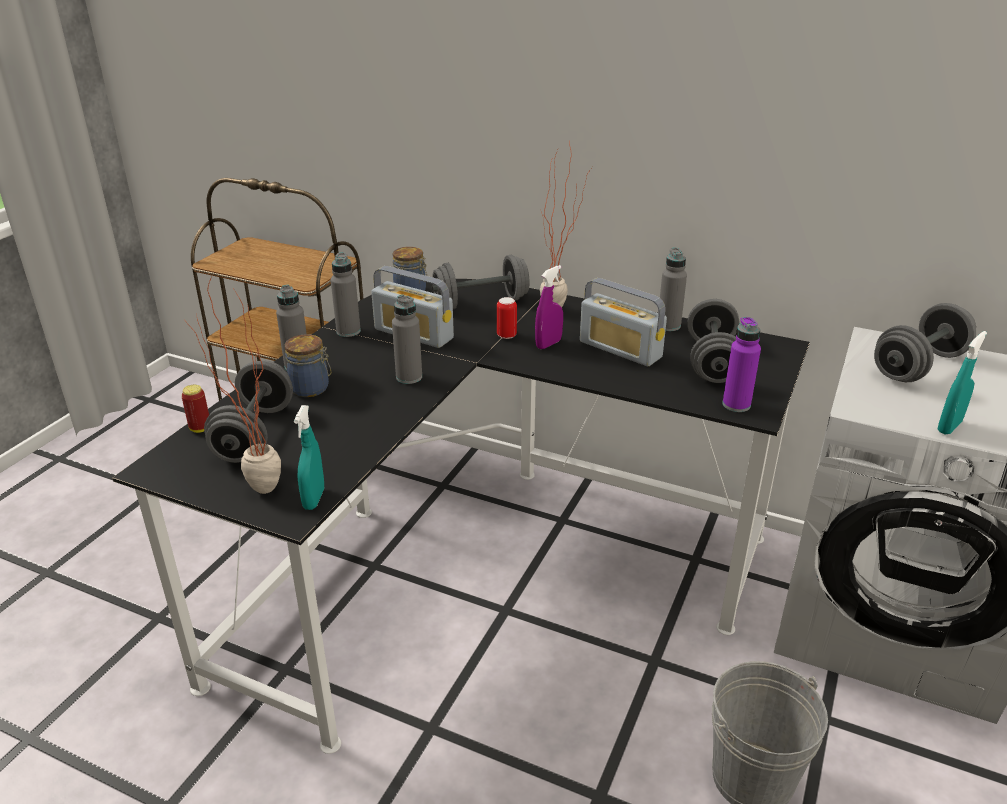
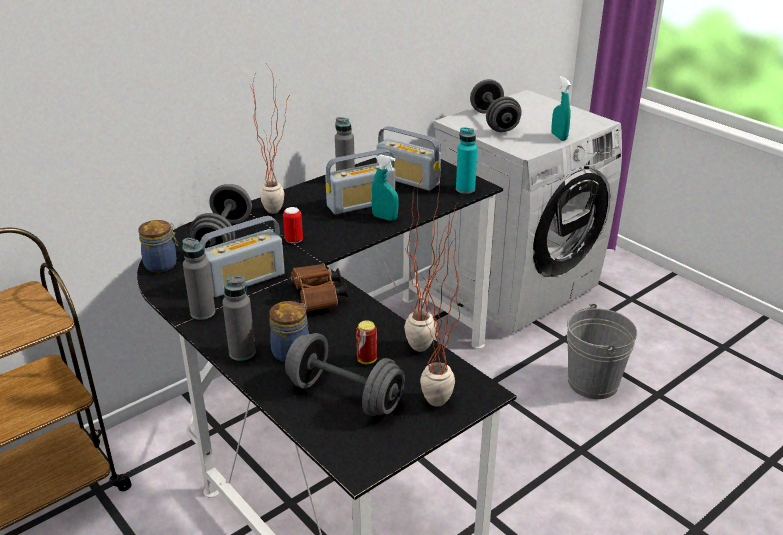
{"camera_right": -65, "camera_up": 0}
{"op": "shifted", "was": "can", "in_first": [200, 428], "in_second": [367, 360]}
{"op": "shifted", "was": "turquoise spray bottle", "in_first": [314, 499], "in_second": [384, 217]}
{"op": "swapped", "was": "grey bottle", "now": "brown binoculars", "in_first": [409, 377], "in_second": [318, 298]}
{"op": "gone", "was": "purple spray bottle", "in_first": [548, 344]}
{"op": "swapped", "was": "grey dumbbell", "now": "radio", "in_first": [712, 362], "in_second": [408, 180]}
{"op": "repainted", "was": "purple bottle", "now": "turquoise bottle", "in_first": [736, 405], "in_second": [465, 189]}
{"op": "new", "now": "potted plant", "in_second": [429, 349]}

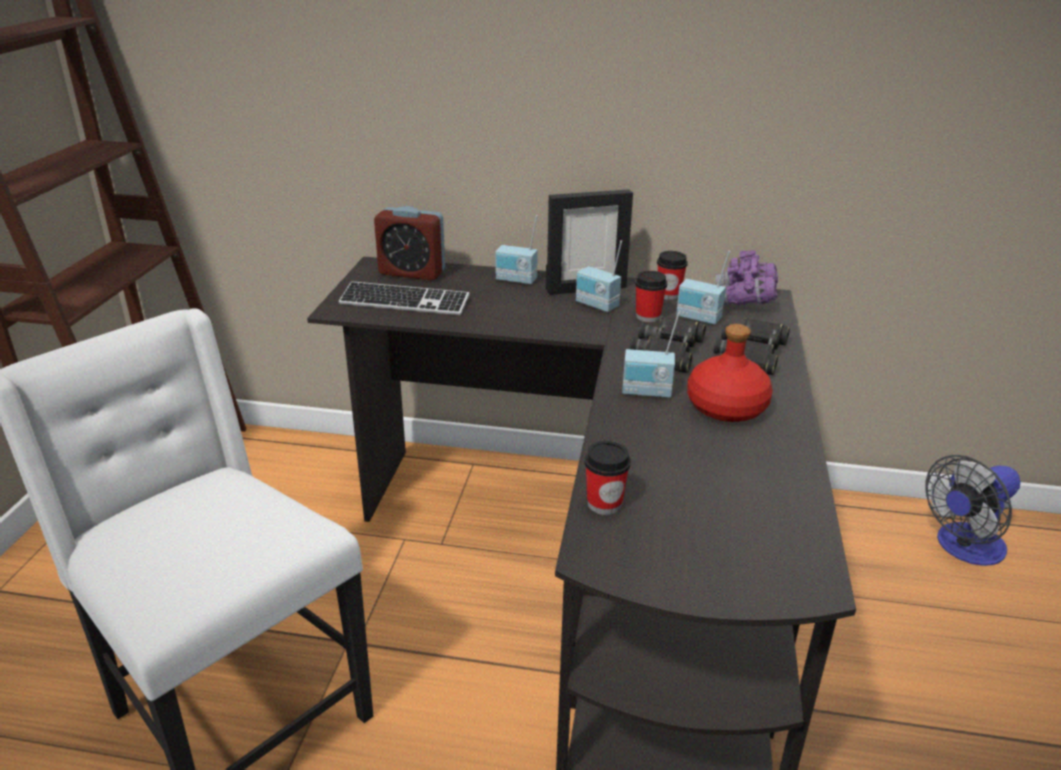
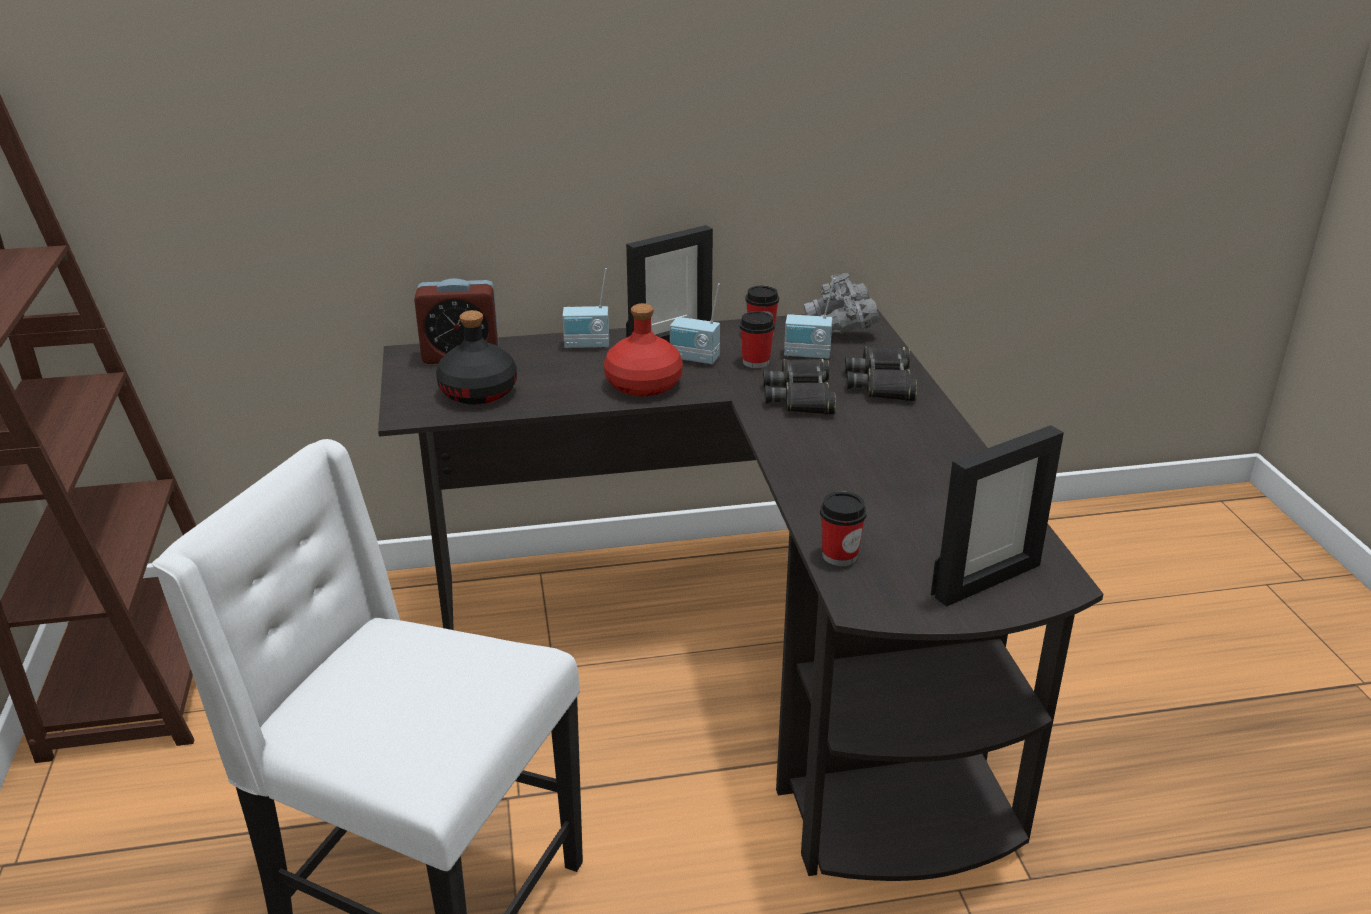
{"camera_right": -20, "camera_up": 0}
{"op": "swapped", "was": "keyboard", "now": "black bottle", "in_first": [404, 302], "in_second": [479, 392]}
{"op": "gone", "was": "radio", "in_first": [646, 393]}
{"op": "shifted", "was": "red bottle", "in_first": [725, 407], "in_second": [642, 385]}
{"op": "repainted", "was": "purple binoculars", "now": "grey binoculars", "in_first": [743, 301], "in_second": [840, 328]}
{"op": "gone", "was": "fan", "in_first": [963, 548]}
{"op": "new", "now": "picture frame", "in_second": [986, 580]}

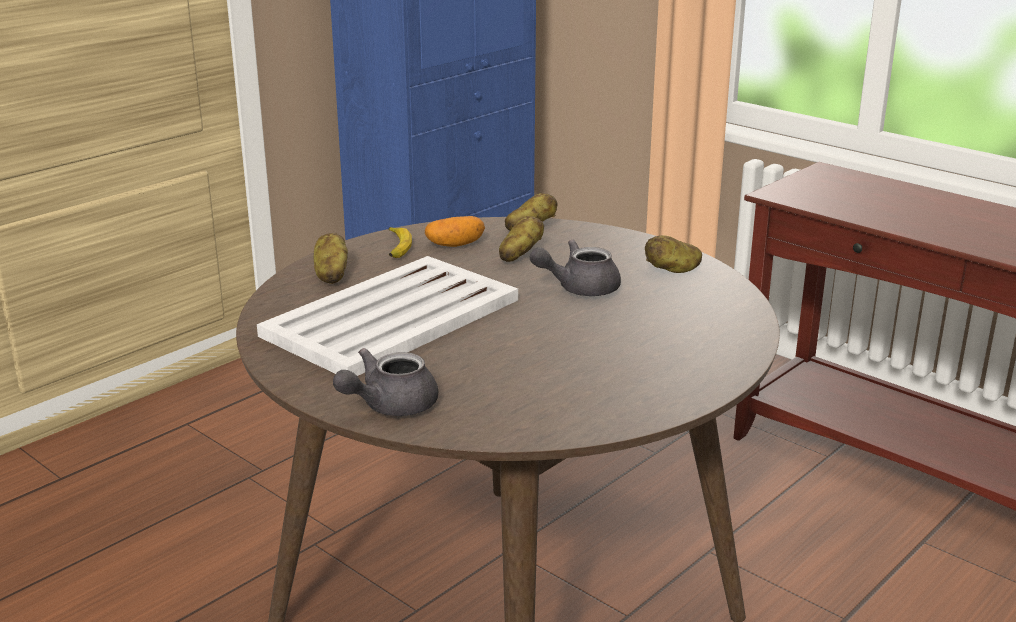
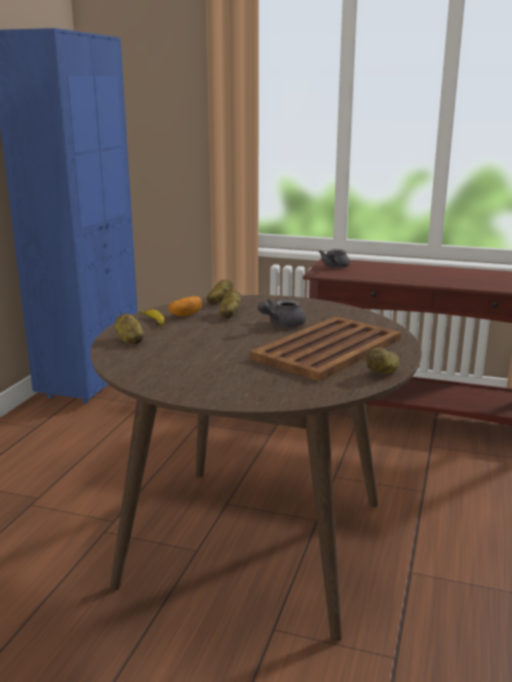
{"camera_right": -25, "camera_up": -5}
{"op": "gone", "was": "white tray", "in_first": [394, 317]}
{"op": "shifted", "was": "grey teapot", "in_first": [389, 406], "in_second": [334, 267]}
{"op": "shifted", "was": "potato", "in_first": [673, 270], "in_second": [383, 372]}
{"op": "new", "now": "brown tray", "in_second": [329, 348]}

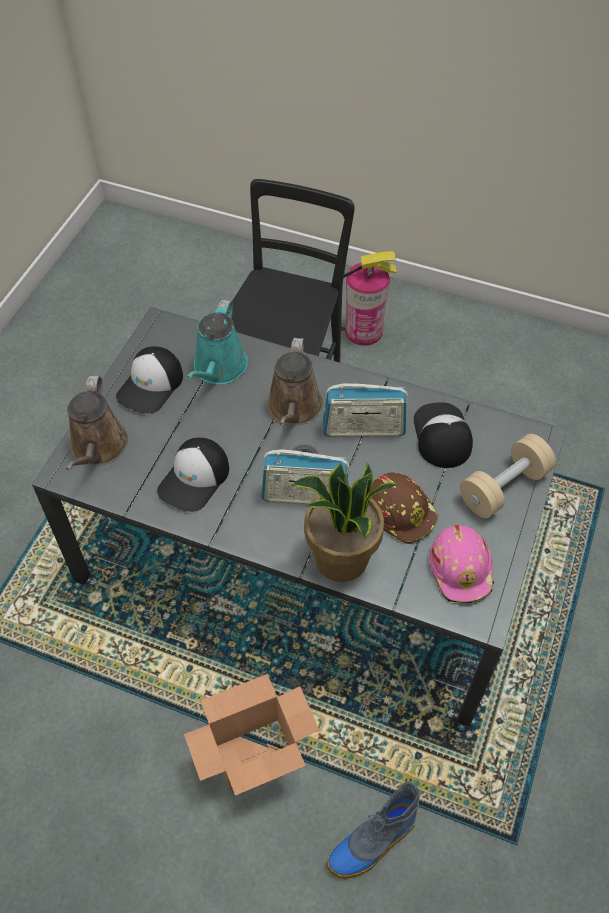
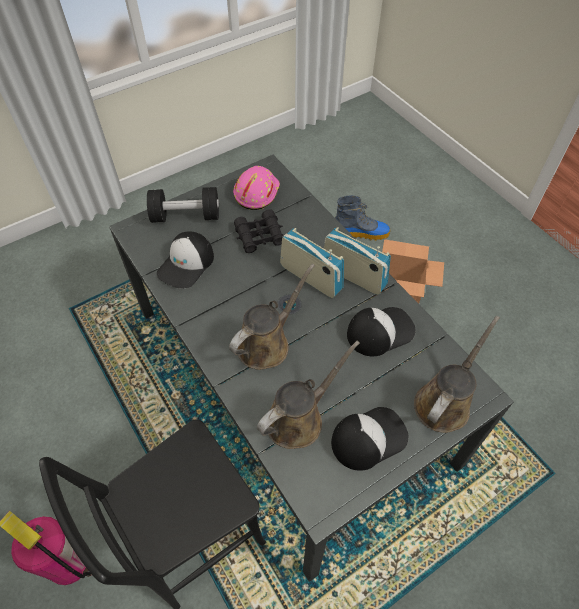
{"camera_right": -145, "camera_up": 0}
{"op": "repainted", "was": "turquoise watering can", "now": "brown watering can", "in_first": [218, 369], "in_second": [299, 418]}
{"op": "gone", "was": "potted plant", "in_first": [341, 560]}
{"op": "shifted", "was": "radio", "in_first": [363, 429], "in_second": [353, 275]}
{"op": "swapped", "was": "brown hard hat", "now": "black binoculars", "in_first": [401, 511], "in_second": [260, 236]}
{"op": "repainted", "was": "beige dumbbell", "now": "black dumbbell", "in_first": [504, 487], "in_second": [186, 216]}

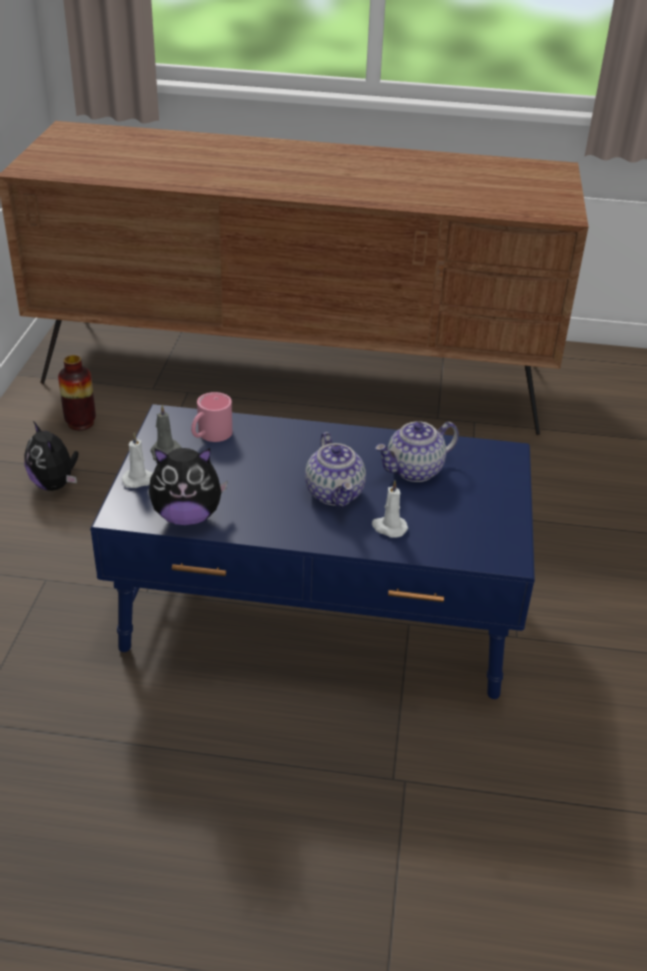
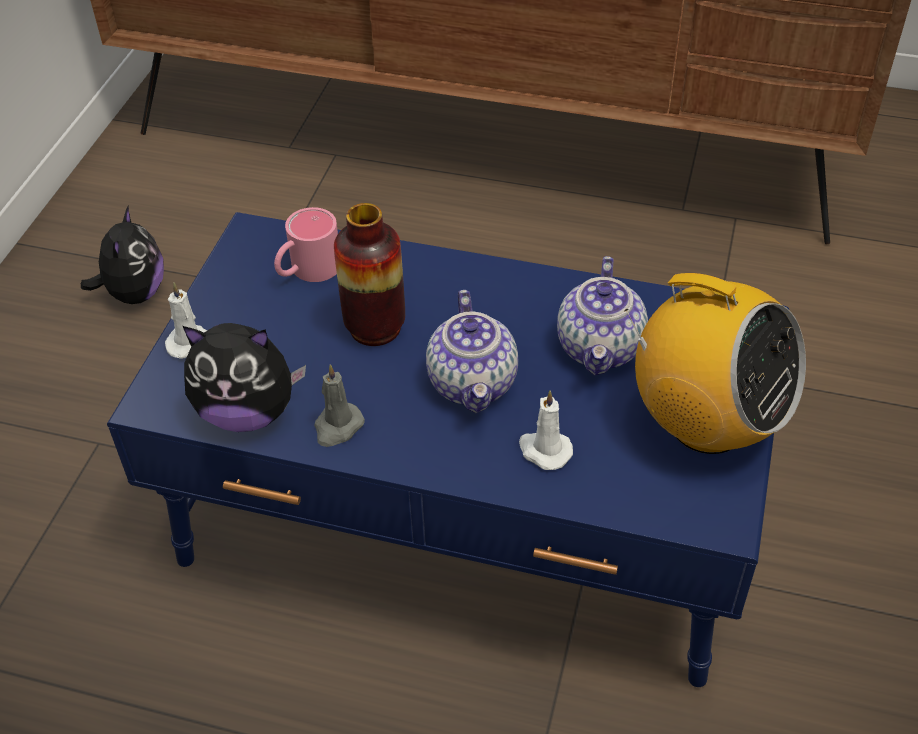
{"camera_right": 10, "camera_up": 10}
{"op": "rotated", "was": "plush toy", "in_first": [55, 484], "in_second": [135, 293], "clockwise": -150}
{"op": "shifted", "was": "vase", "in_first": [80, 423], "in_second": [375, 327]}
{"op": "shifted", "was": "grey candle", "in_first": [164, 452], "in_second": [337, 427]}
{"op": "rotated", "was": "teapot", "in_first": [414, 471], "in_second": [601, 348], "clockwise": -60}
{"op": "new", "now": "radio", "in_second": [706, 423]}

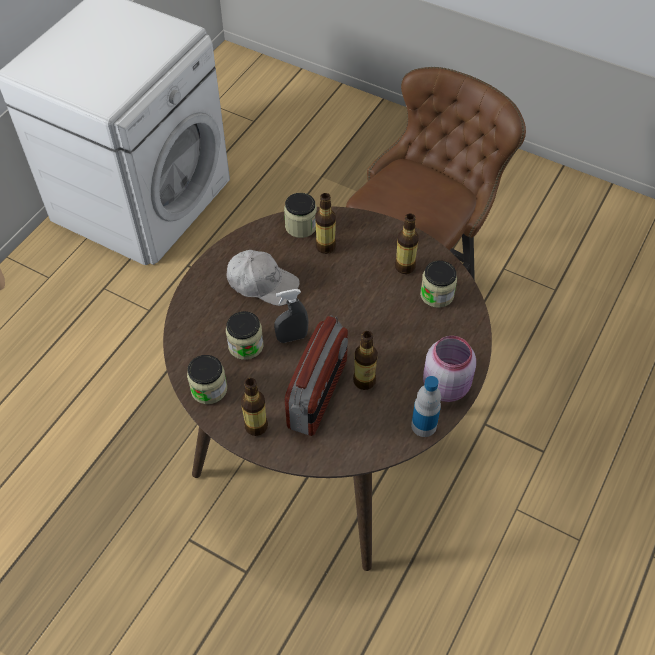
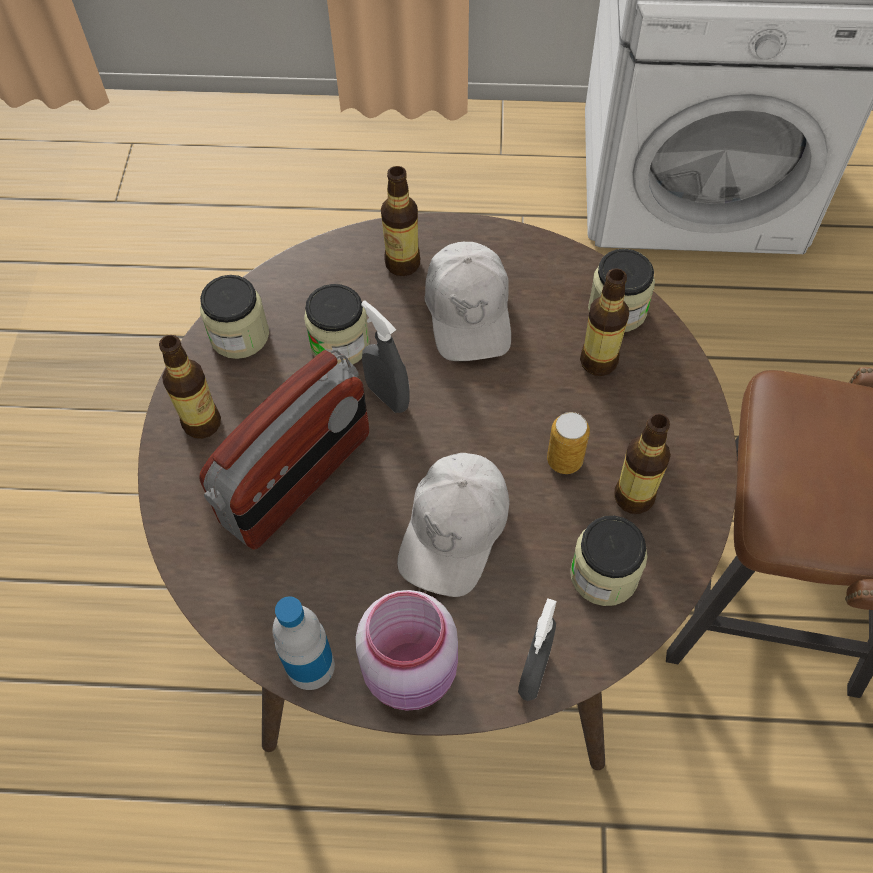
{"camera_right": 65, "camera_up": 5}
{"op": "rotated", "was": "radio", "in_first": [318, 394], "in_second": [298, 480], "clockwise": -45}
{"op": "shifted", "was": "bottle", "in_first": [364, 381], "in_second": [402, 263]}
{"op": "new", "now": "white cap", "in_second": [455, 530]}
{"op": "new", "now": "grey spray bottle", "in_second": [533, 673]}
{"op": "new", "now": "can", "in_second": [564, 460]}

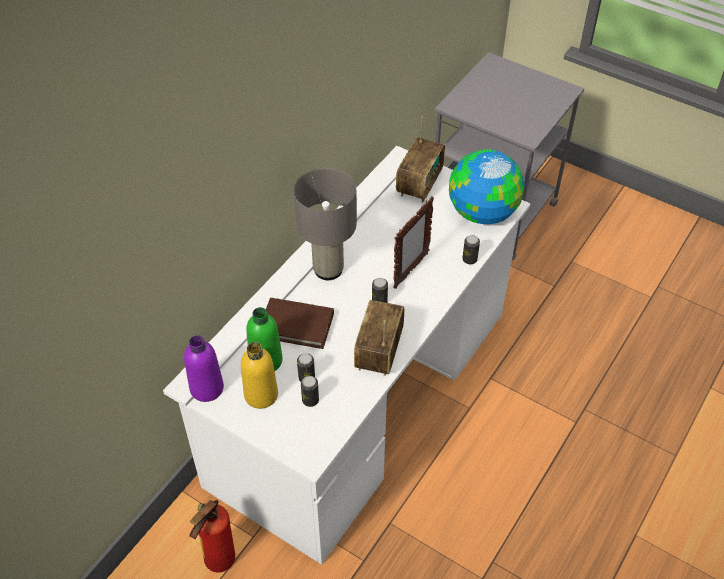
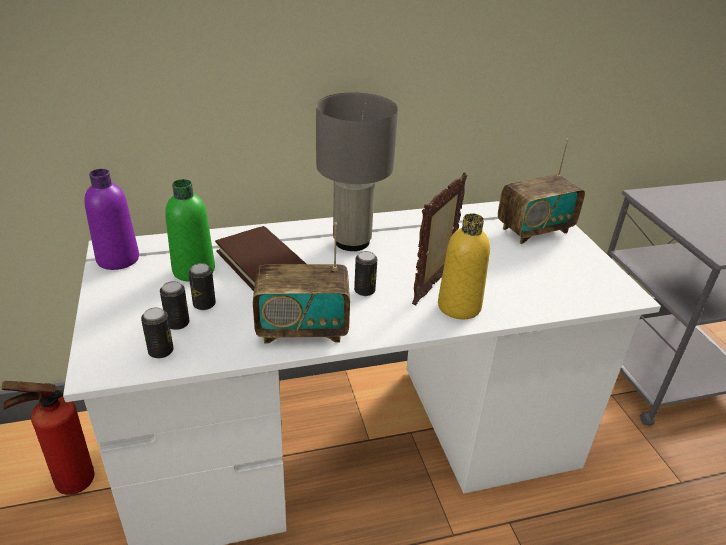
{"camera_right": 40, "camera_up": -15}
{"op": "shifted", "was": "yellow bottle", "in_first": [261, 395], "in_second": [459, 306]}
{"op": "rotated", "was": "radio", "in_first": [379, 352], "in_second": [302, 329], "clockwise": -150}
{"op": "rotated", "was": "picture frame", "in_first": [410, 271], "in_second": [434, 285], "clockwise": 135}
{"op": "gone", "was": "globe", "in_first": [481, 213]}
{"op": "shifted", "was": "can", "in_first": [469, 259], "in_second": [161, 351]}

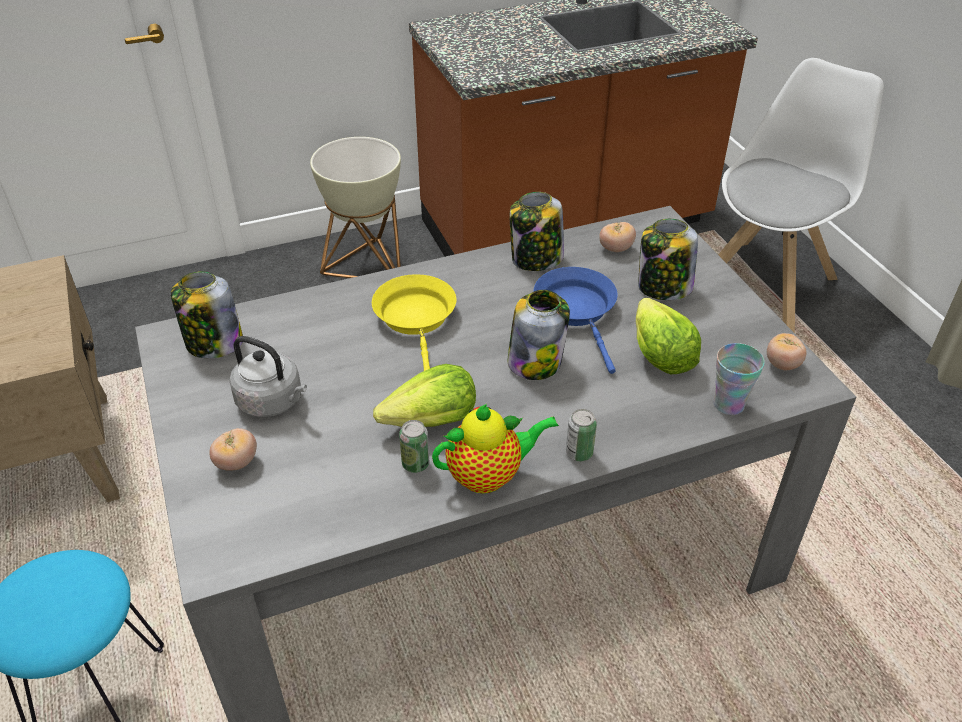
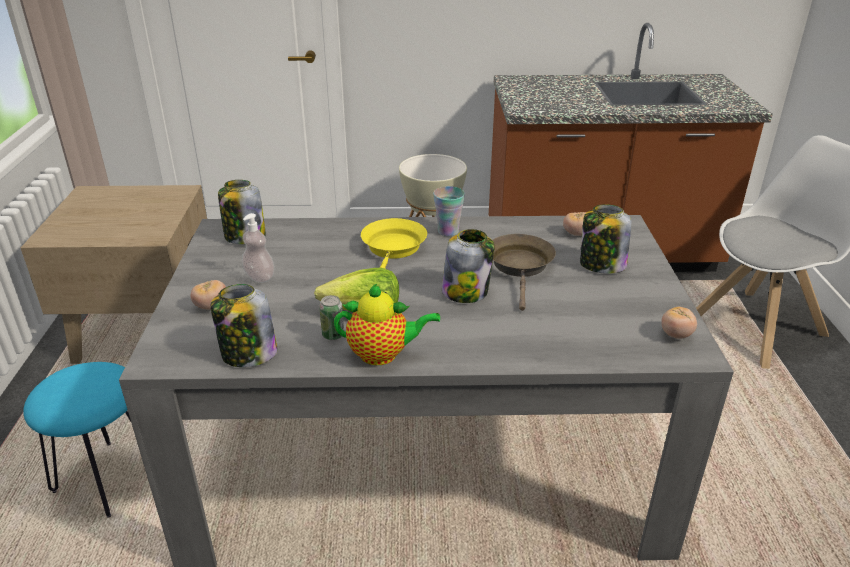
{"camera_right": 20, "camera_up": -10}
{"op": "swapped", "was": "grey kettle", "now": "soap dispenser", "in_first": [273, 402], "in_second": [260, 277]}
{"op": "shifted", "was": "jar", "in_first": [536, 259], "in_second": [248, 354]}
{"op": "repainted", "was": "blue frying pan", "now": "brown frying pan", "in_first": [577, 311], "in_second": [520, 267]}
{"op": "gone", "was": "can", "in_first": [579, 453]}
{"op": "gone", "was": "lettuce", "in_first": [660, 354]}
{"op": "shifted", "was": "cup", "in_first": [728, 404], "in_second": [448, 231]}

